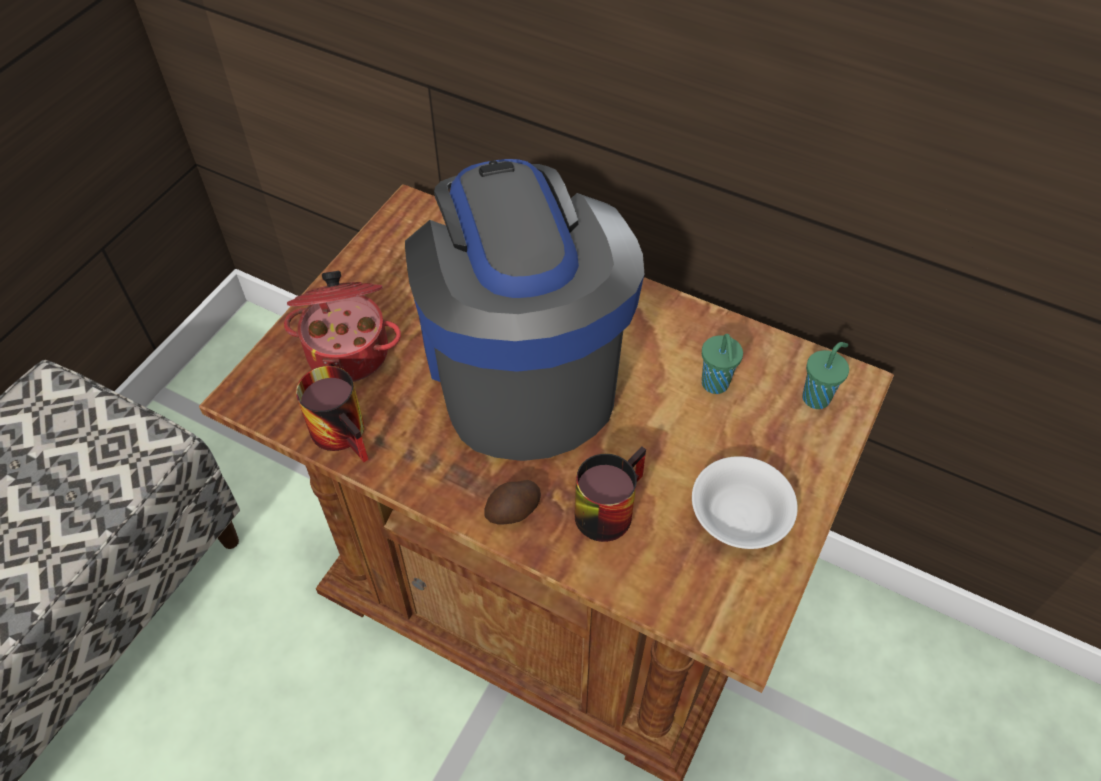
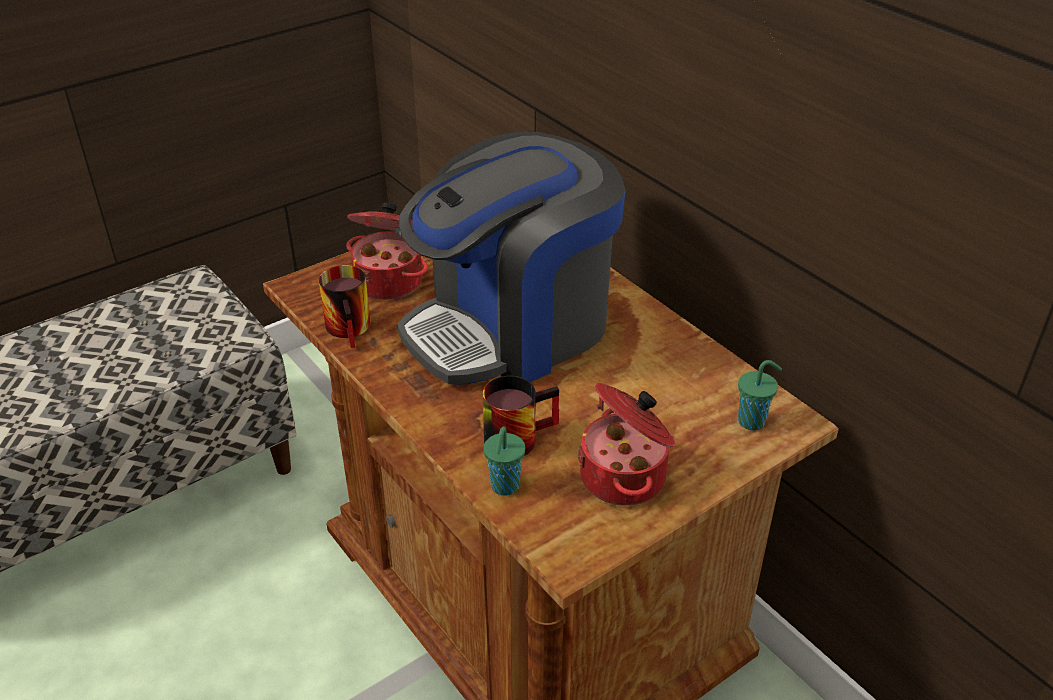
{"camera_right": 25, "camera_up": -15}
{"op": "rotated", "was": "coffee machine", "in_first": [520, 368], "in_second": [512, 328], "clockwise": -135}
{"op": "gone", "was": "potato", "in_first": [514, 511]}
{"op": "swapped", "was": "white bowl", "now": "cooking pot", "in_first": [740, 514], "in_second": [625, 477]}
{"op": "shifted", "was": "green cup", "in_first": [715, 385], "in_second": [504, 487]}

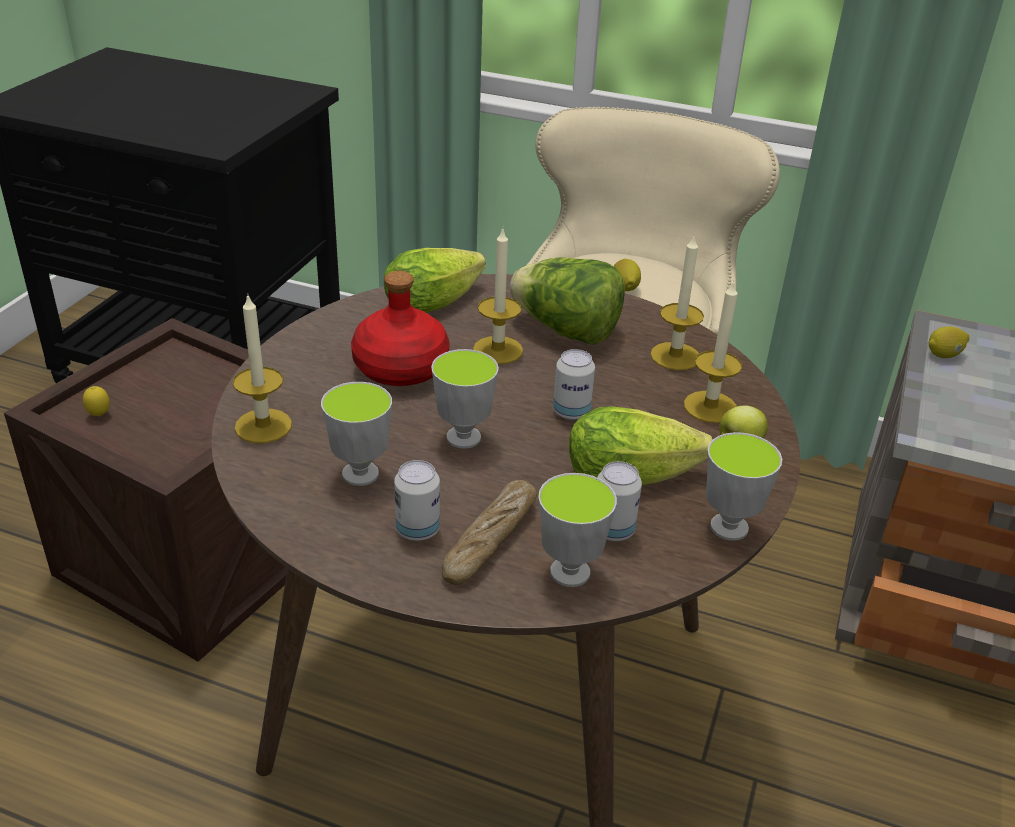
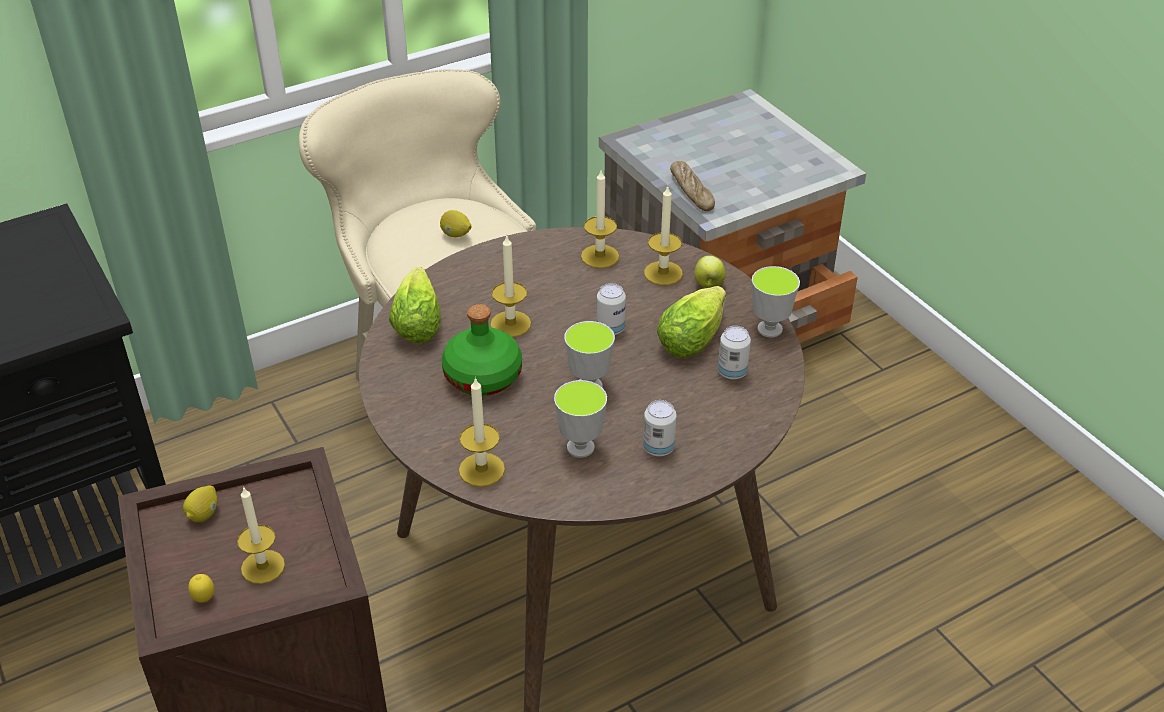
{"camera_right": -50, "camera_up": 5}
{"op": "repainted", "was": "red bottle", "now": "green bottle", "in_first": [402, 368], "in_second": [483, 376]}
{"op": "shifted", "was": "bread", "in_first": [490, 540], "in_second": [691, 191]}
{"op": "gone", "was": "lettuce", "in_first": [566, 331]}
{"op": "gone", "was": "cup", "in_first": [570, 572]}
{"op": "shifted", "was": "lemon", "in_first": [944, 355], "in_second": [204, 514]}
{"op": "new", "now": "candle", "in_second": [263, 567]}

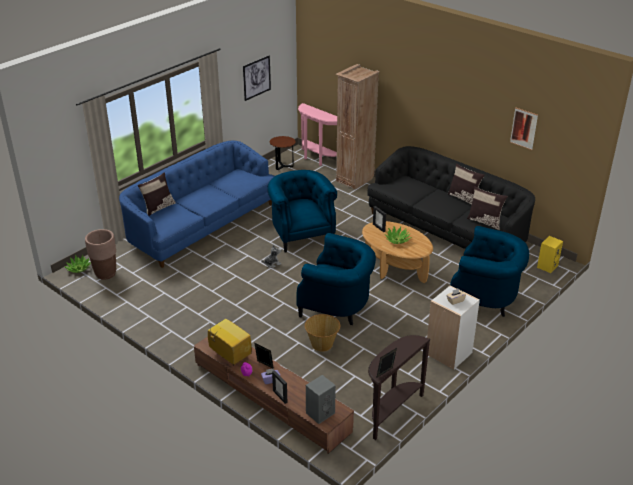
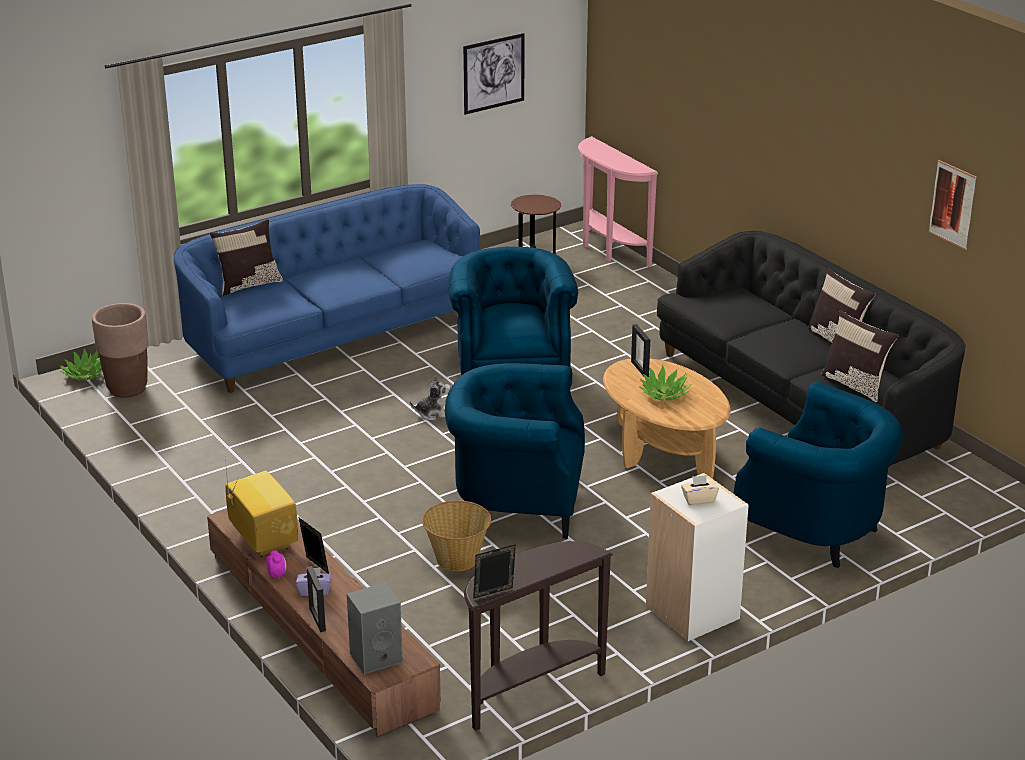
{"camera_right": 15, "camera_up": -5}
{"op": "rotated", "was": "blue armchair", "in_first": [337, 307], "in_second": [516, 502], "clockwise": 150}
{"op": "gone", "was": "brown cabinet", "in_first": [355, 180]}
{"op": "gone", "was": "yellow speaker", "in_first": [547, 266]}

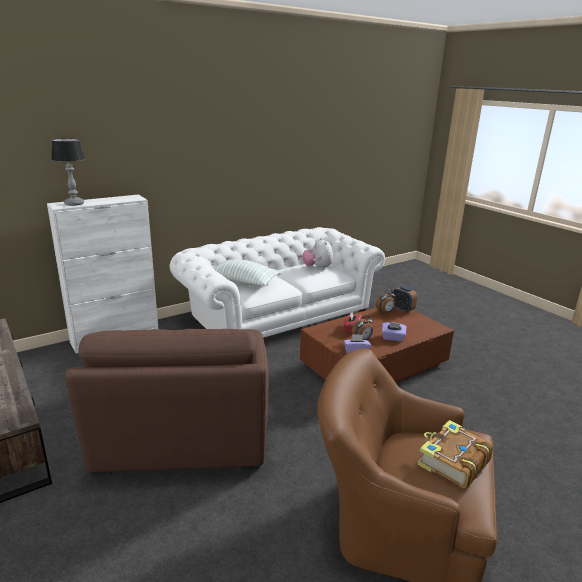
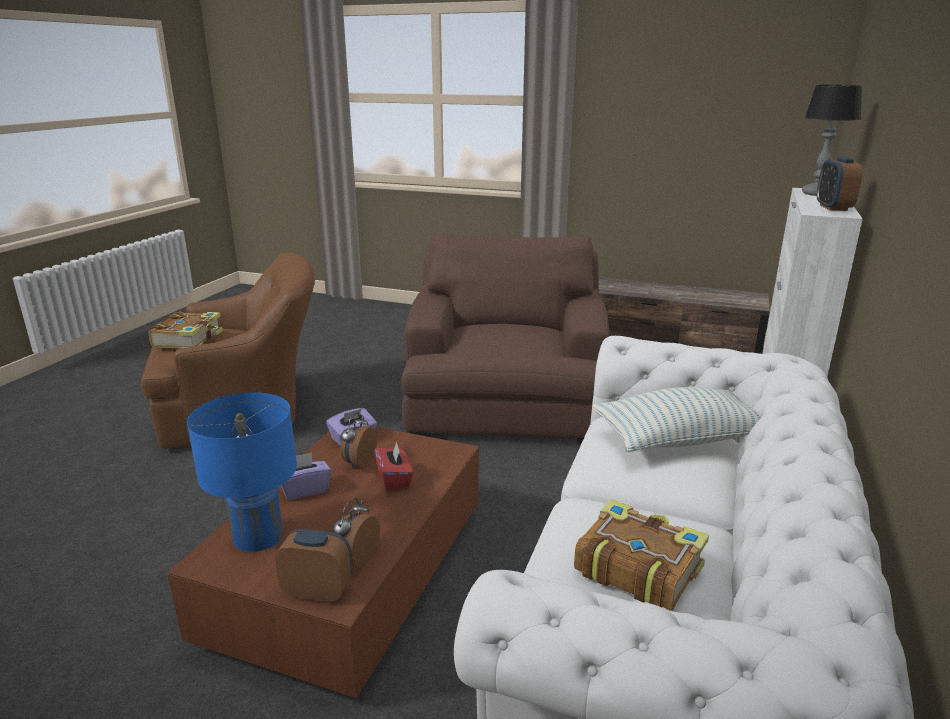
{"camera_right": 145, "camera_up": 0}
{"op": "rotated", "was": "brown armchair", "in_first": [185, 425], "in_second": [506, 399], "clockwise": 45}
{"op": "swapped", "was": "plush toy", "now": "book", "in_first": [317, 268], "in_second": [637, 567]}
{"op": "new", "now": "blue table lamp", "in_second": [258, 536]}
{"op": "new", "now": "alarm clock", "in_second": [833, 208]}

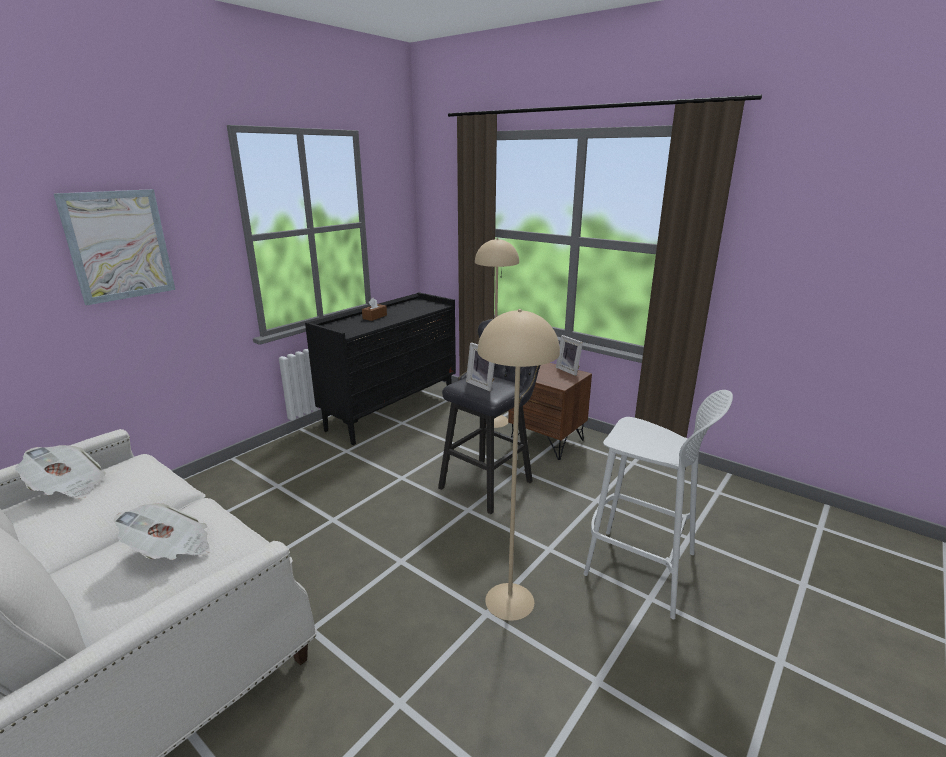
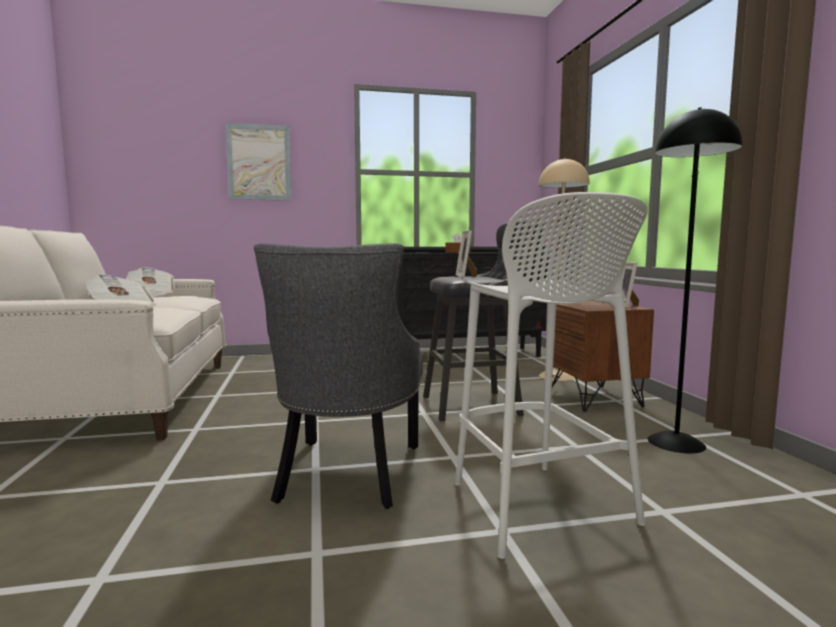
{"camera_right": 40, "camera_up": -15}
{"op": "swapped", "was": "beige floor lamp", "now": "grey armchair", "in_first": [509, 601], "in_second": [348, 470]}
{"op": "new", "now": "black floor lamp", "in_second": [676, 443]}

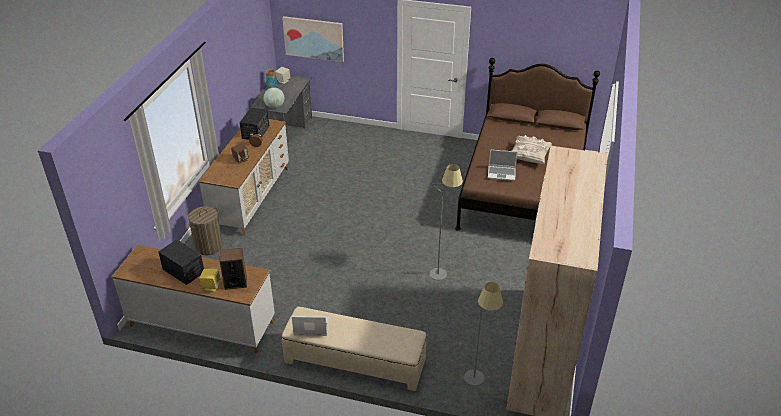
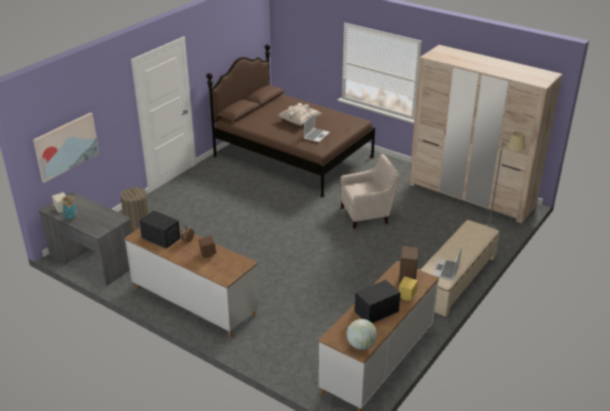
{"camera_right": -70, "camera_up": -5}
{"op": "shifted", "was": "laundry basket", "in_first": [208, 246], "in_second": [138, 225]}
{"op": "shifted", "was": "globe", "in_first": [274, 106], "in_second": [361, 345]}
{"op": "swapped", "was": "grey floor lamp", "now": "beige armchair", "in_first": [442, 269], "in_second": [367, 215]}

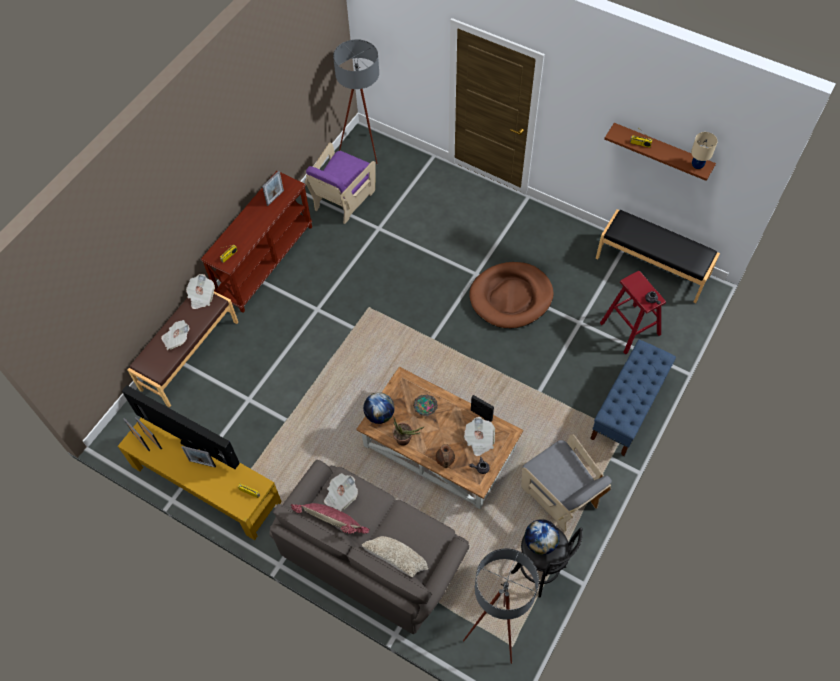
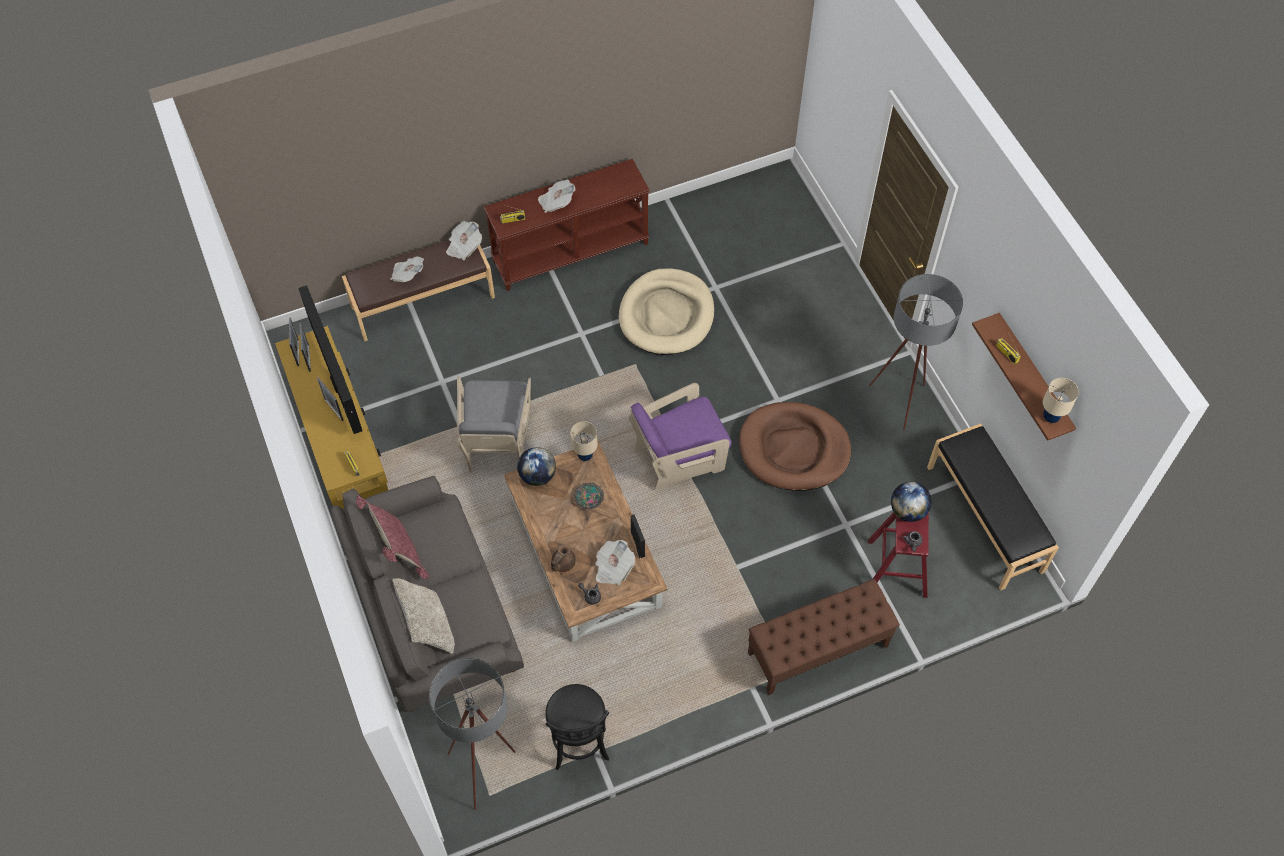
{"camera_right": 35, "camera_up": 0}
{"op": "gone", "was": "picture frame", "in_first": [275, 198]}
{"op": "shifted", "was": "purple armchair", "in_first": [343, 199], "in_second": [679, 458]}
{"op": "shifted", "was": "newspaper", "in_first": [341, 496], "in_second": [556, 202]}
{"op": "shifted", "was": "grey floor lamp", "in_first": [365, 153], "in_second": [899, 407]}
{"op": "gone", "was": "potted plant", "in_first": [406, 440]}
{"op": "shifted", "was": "grey armchair", "in_first": [560, 495], "in_second": [497, 441]}
{"op": "shifted", "was": "globe", "in_first": [540, 542], "in_second": [908, 511]}
{"op": "repainted", "was": "blue bench", "now": "brown bench", "in_first": [628, 408], "in_second": [817, 650]}
{"op": "new", "now": "beige table lamp", "in_second": [585, 455]}
{"op": "new", "now": "beige dog bed", "in_second": [666, 315]}

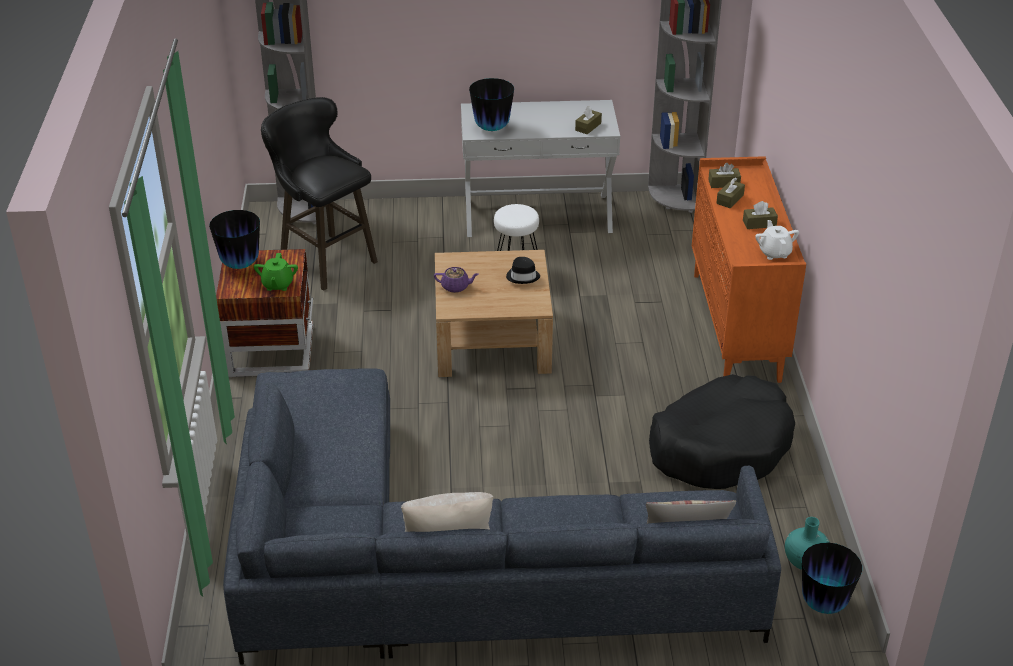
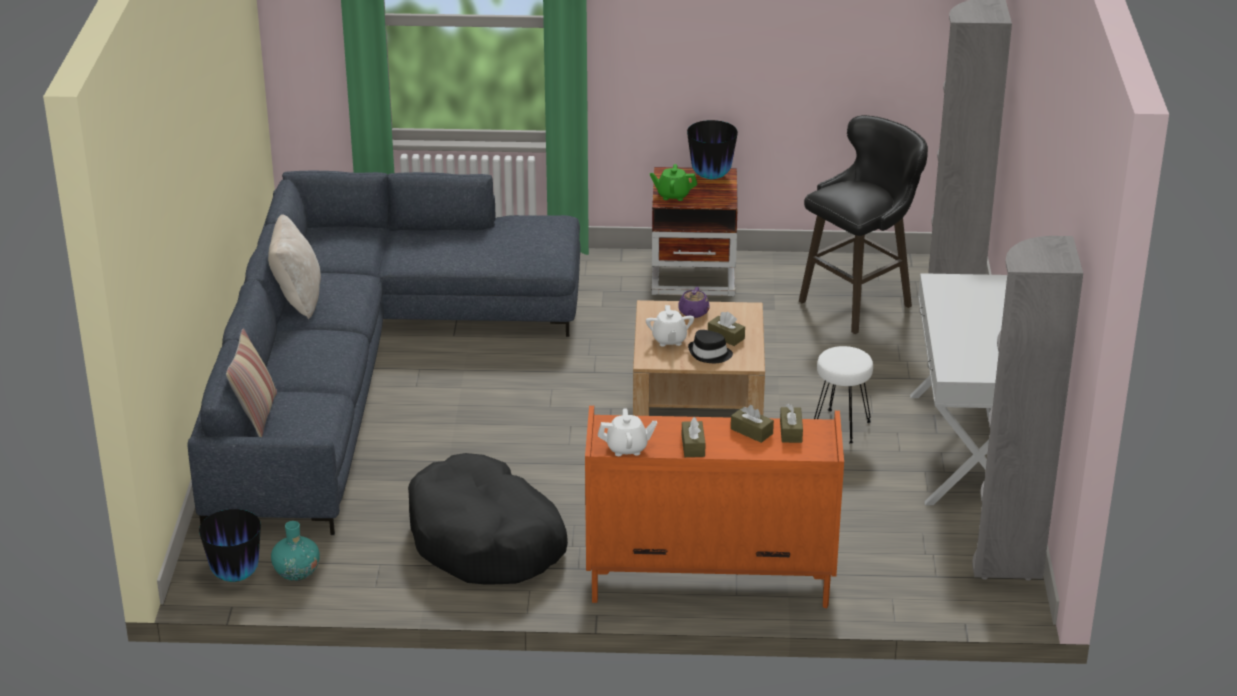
{"camera_right": 95, "camera_up": -5}
{"op": "gone", "was": "vase", "in_first": [492, 128]}
{"op": "shifted", "was": "brown tissue box", "in_first": [588, 127], "in_second": [726, 337]}
{"op": "new", "now": "white teapot", "in_second": [669, 340]}

